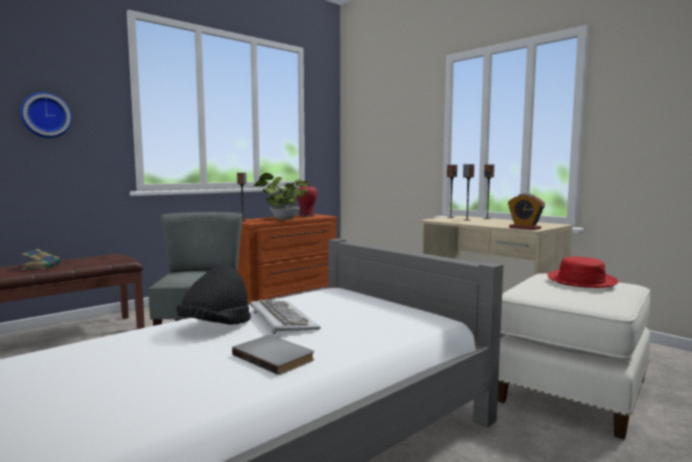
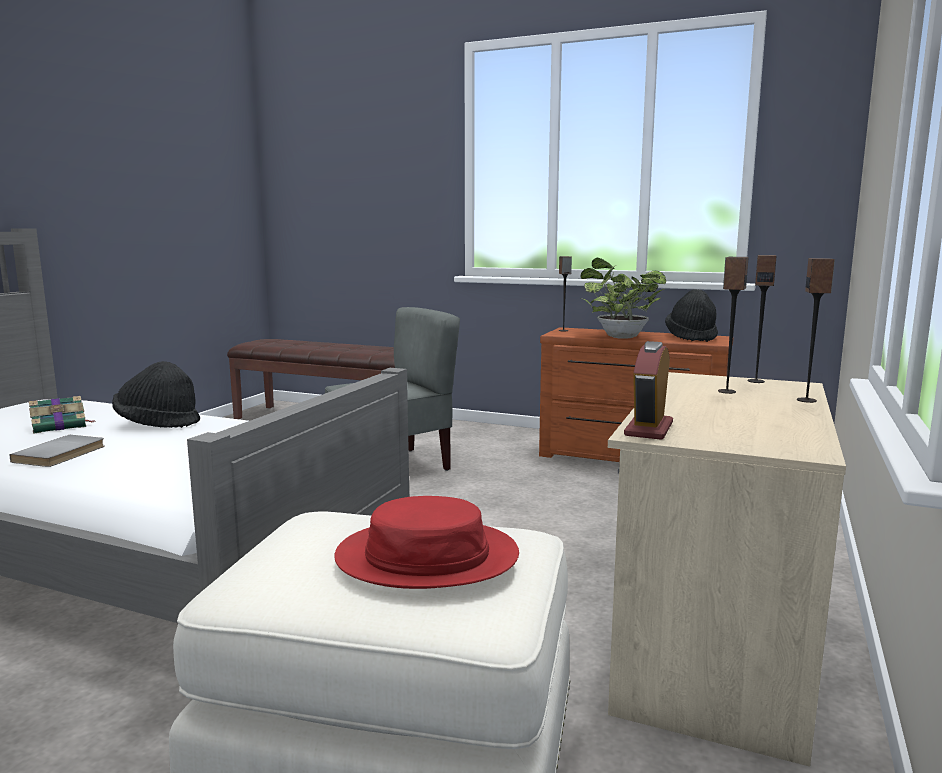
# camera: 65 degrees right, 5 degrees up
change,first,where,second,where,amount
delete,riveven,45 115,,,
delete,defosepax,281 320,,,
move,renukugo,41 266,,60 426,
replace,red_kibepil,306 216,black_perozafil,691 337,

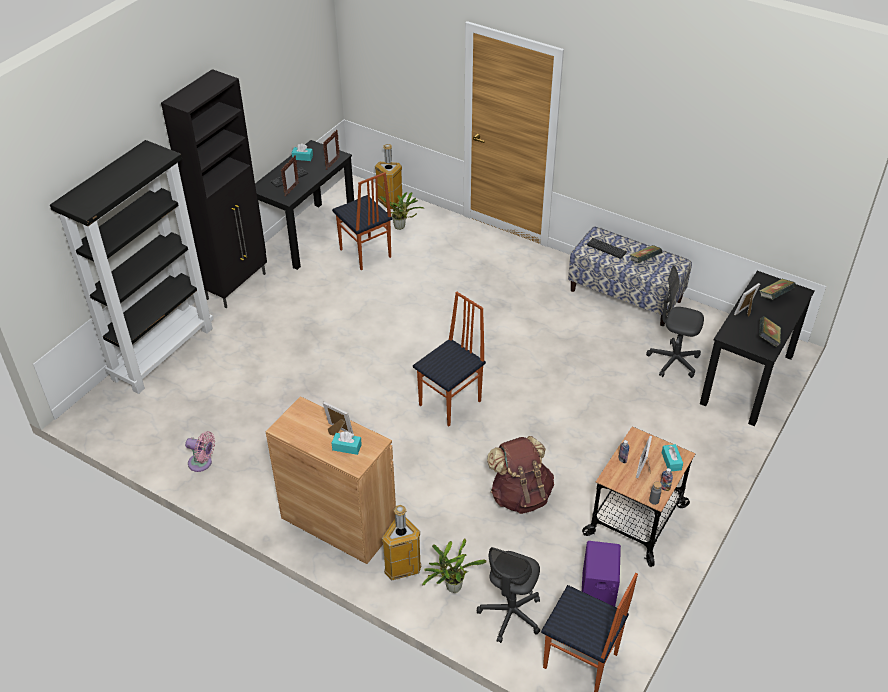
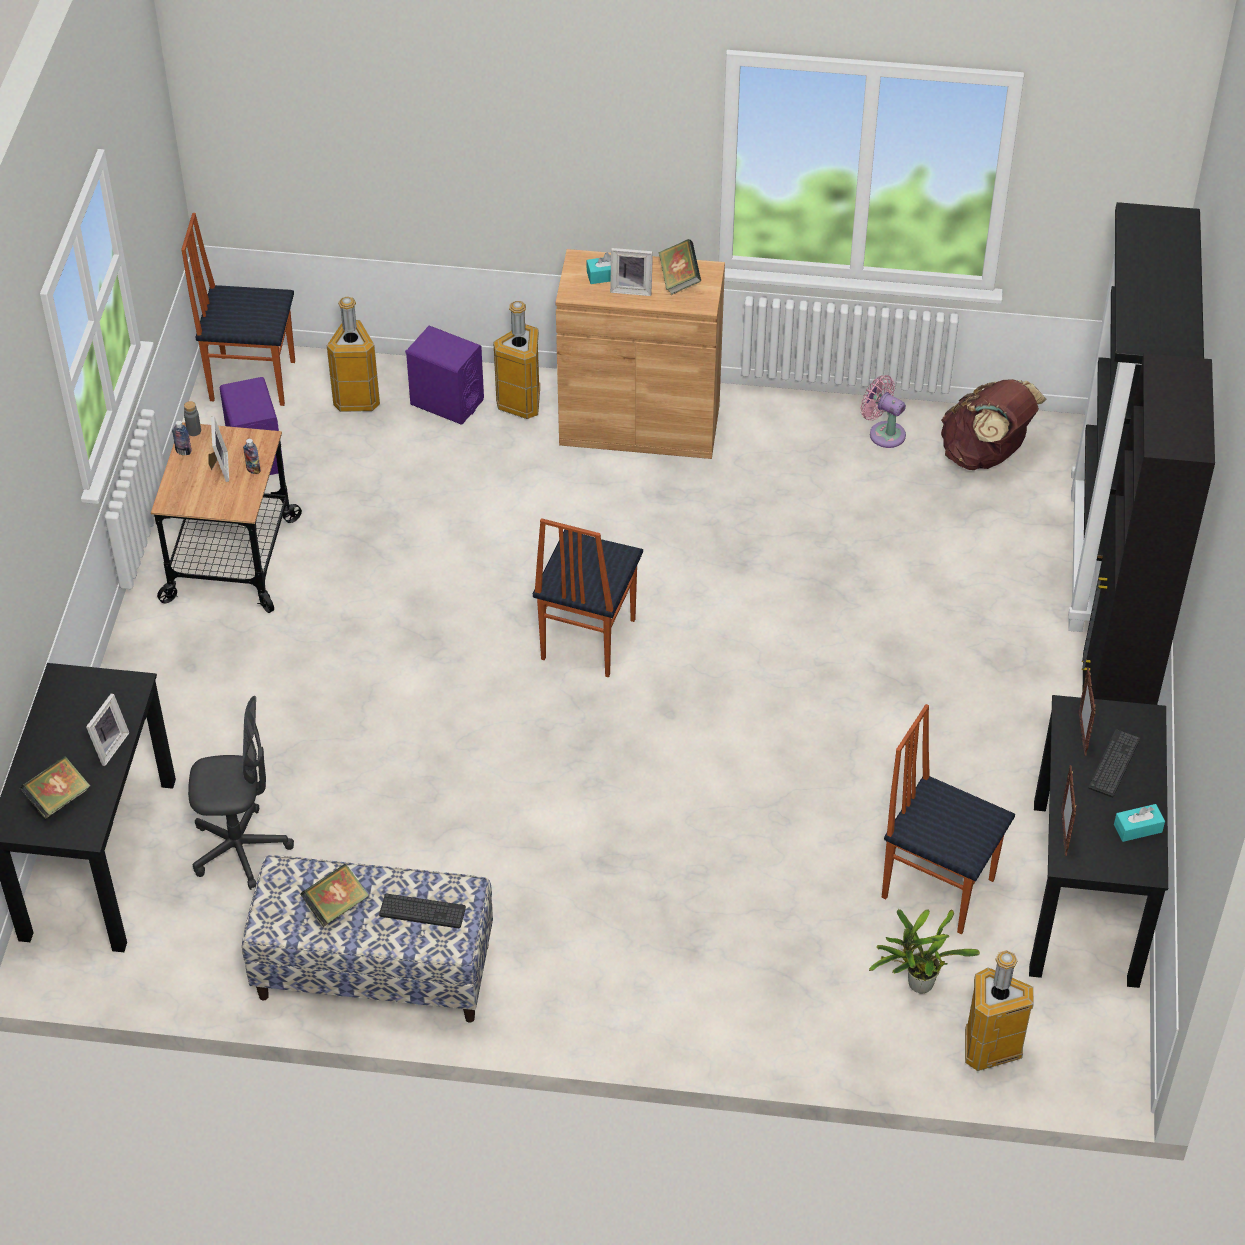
# camera: 155 degrees right, 5 degrees up
change,first,where,second,where,amount
delete,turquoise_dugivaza,671 461,,,
move,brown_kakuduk,520 495,,985 454,
move,renukugo,767 339,,679 279,
replace,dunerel,451 587,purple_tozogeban,446 402,
replace,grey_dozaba,510 615,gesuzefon,357 398,
rotate,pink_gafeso,202 463,,884 433,45 degrees clockwise

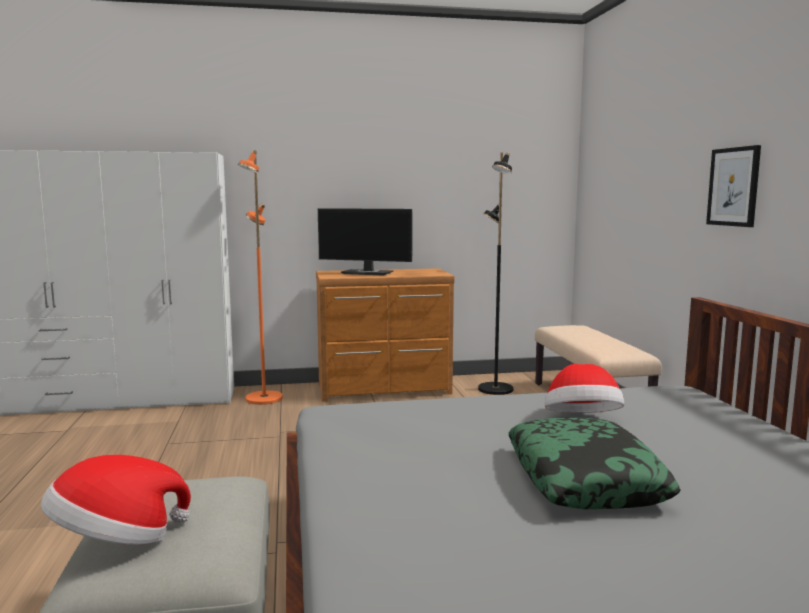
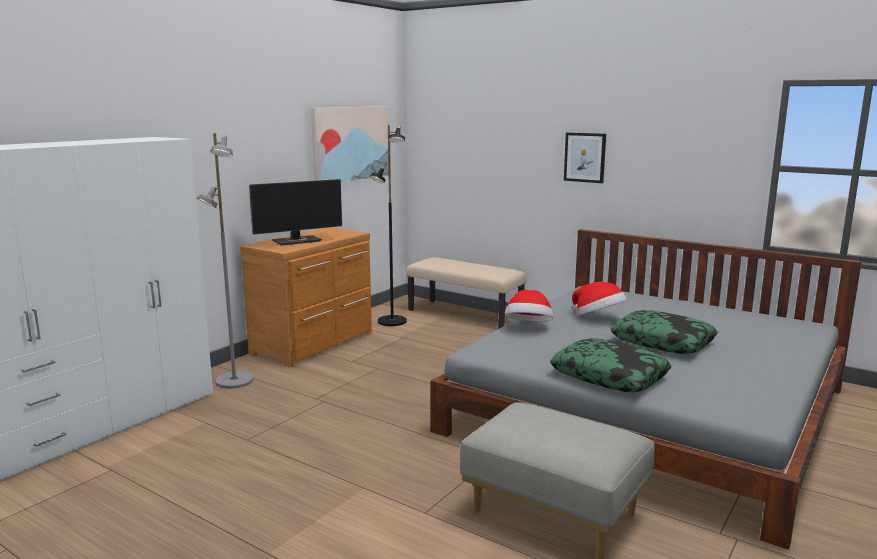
# camera: 45 degrees left, 5 degrees up
change,first,where,second,where,amount
insert,,,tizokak,350 143,
insert,,,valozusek,609 376,
move,perozafil,117 541,,528 327,
recolor,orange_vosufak,263 398,grey_vosufak,233 381,

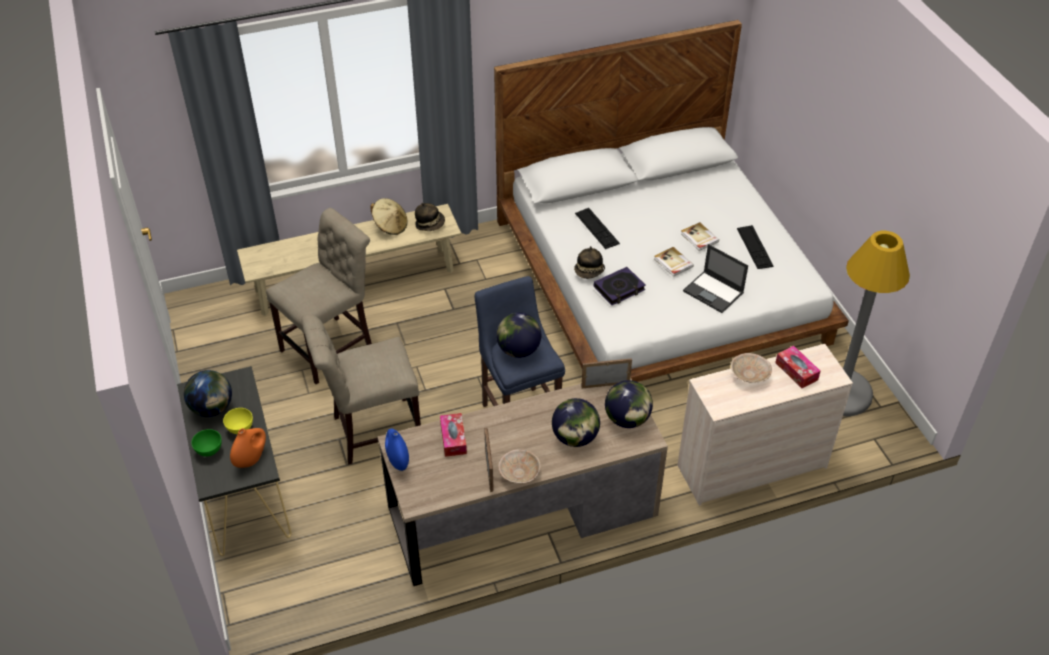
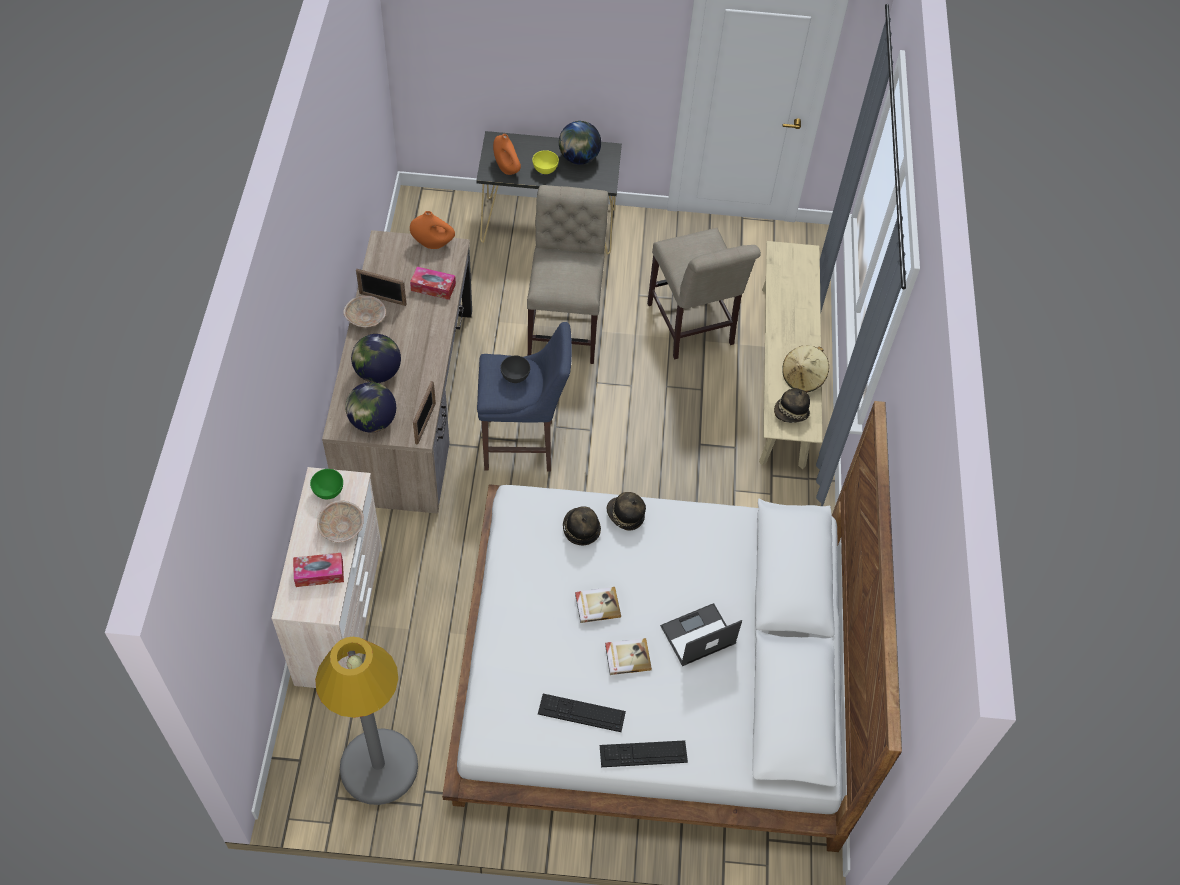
# camera: 110 degrees right, 10 degrees up
change,first,where,second,where,amount
move,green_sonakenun,209 450,,328 491,
move,defosepax,596 228,,643 753,
move,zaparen,714 292,,697 635,
replace,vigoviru,518 350,grey_sonakenun,515 376,
replace,renukugo,619 289,perozafil,580 529,
recolor,blue_kibepil,398 461,orange_kibepil,433 244,

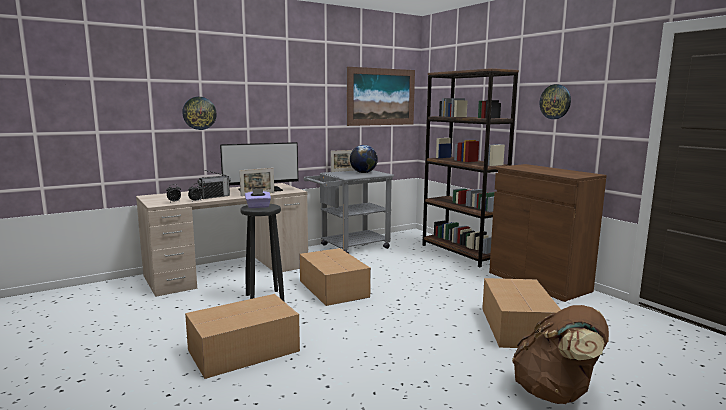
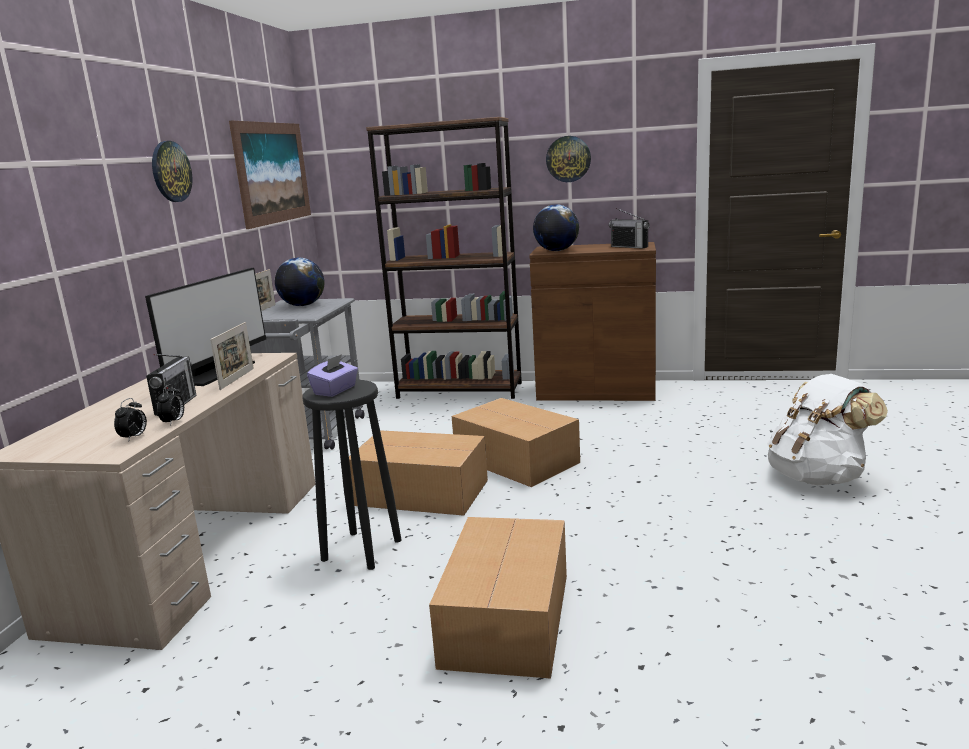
# camera: 45 degrees left, 5 degrees up
change,first,where,second,where,amount
insert,,,vigoviru,556 250,
insert,,,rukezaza,629 247,
move,riveven,199 113,,170 171,
move,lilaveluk,517 328,,516 460,
recolor,brown_kakuduk,556 393,white_kakuduk,817 477,

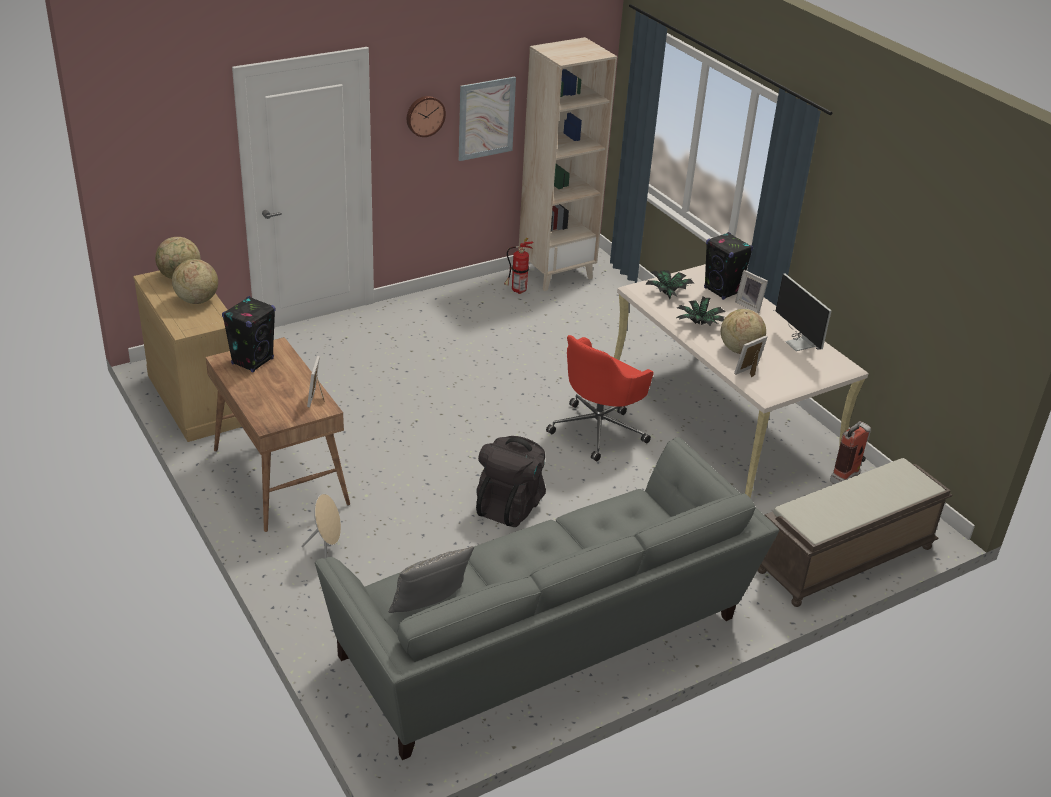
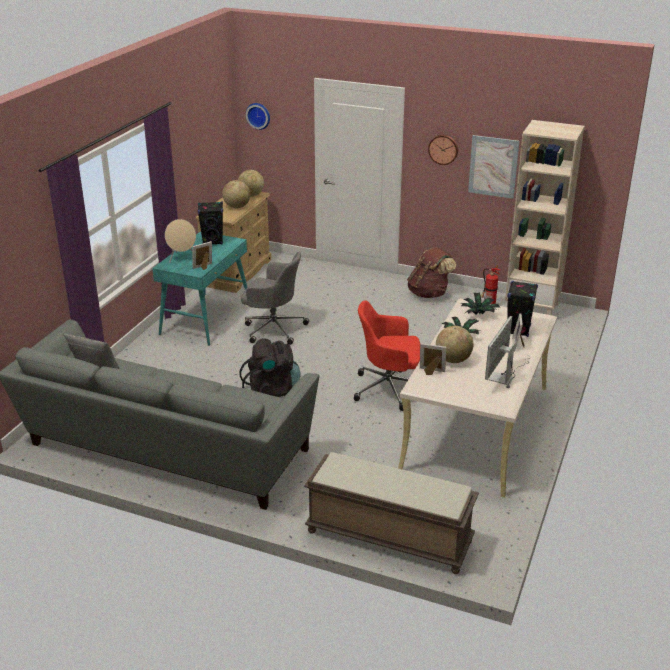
# camera: 55 degrees right, 5 degrees down
change,first,where,second,where,amount
delete,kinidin,847 478,,,
insert,,,grey_dozaba,273 328,
insert,,,riveven,258 115,
insert,,,brown_kakuduk,429 293,
move,beige_tozogeban,326 549,,182 258,
recolor,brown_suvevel,279 477,turquoise_suvevel,206 319,

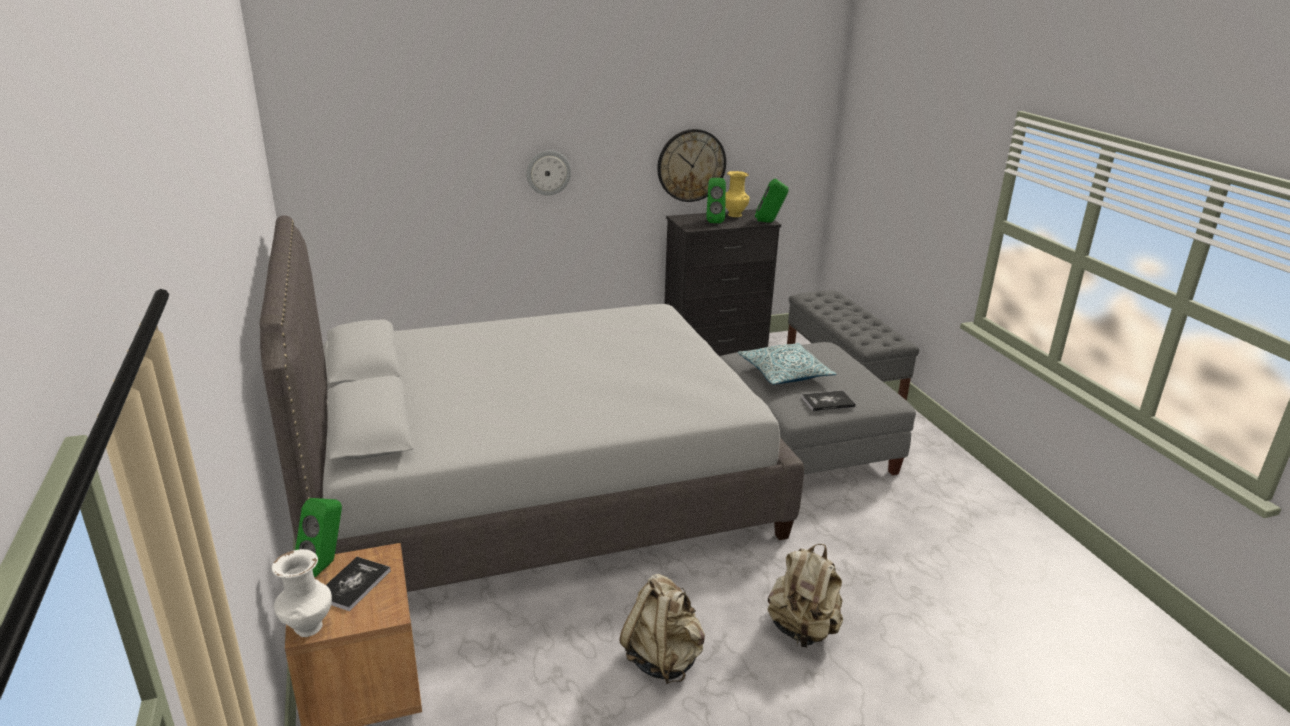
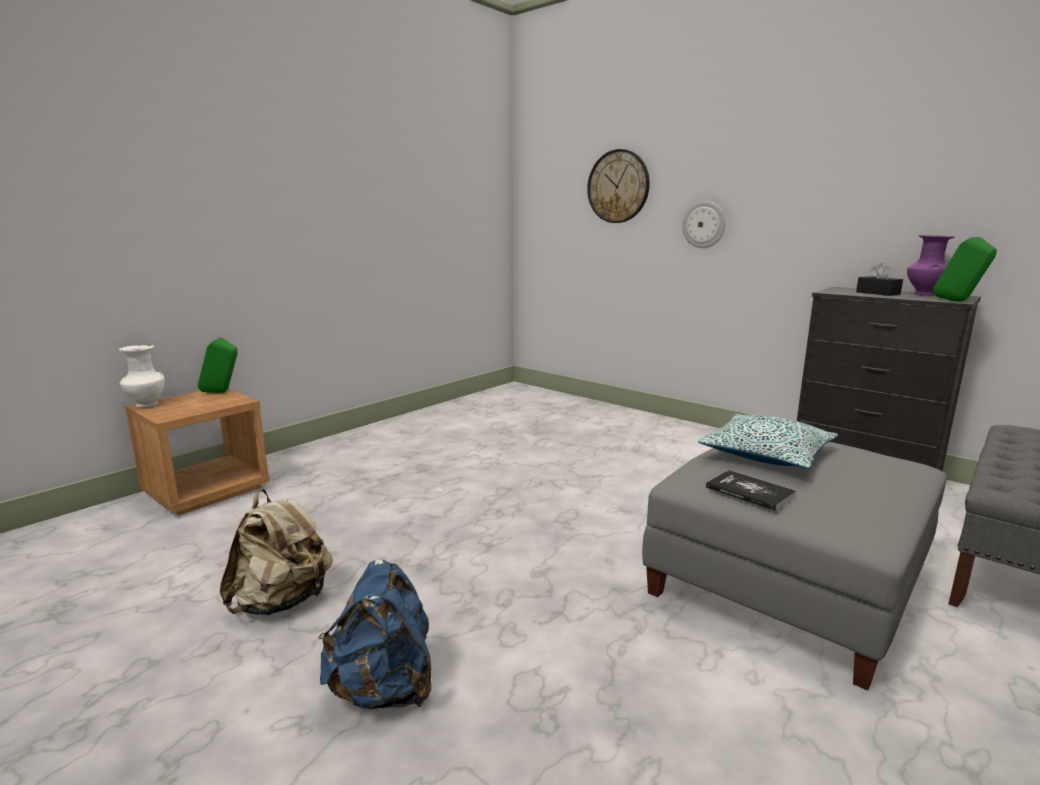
# camera: 60 degrees right, 10 degrees down
change,first,where,second,where,amount
delete,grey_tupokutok,535 488,,,
delete,renukugo,353 584,,,
move,riveven,691 165,,618 186,
replace,green_tozogeban,714 221,black_dugivaza,877 293,
recolor,yellow_kibepil,734 215,purple_kibepil,924 294,
recolor,beige_kakuduk,803 630,blue_kakuduk,384 689,

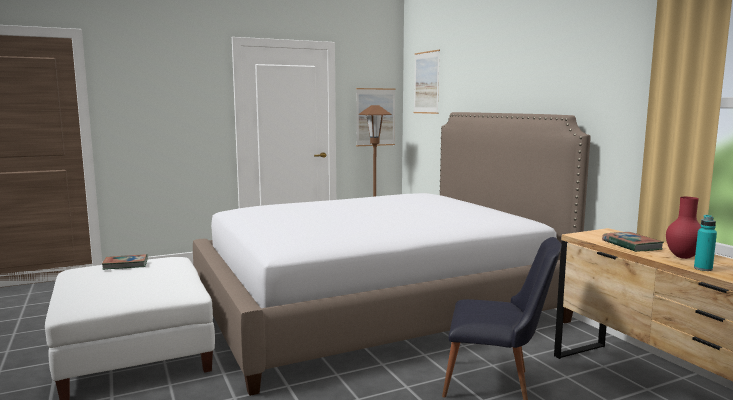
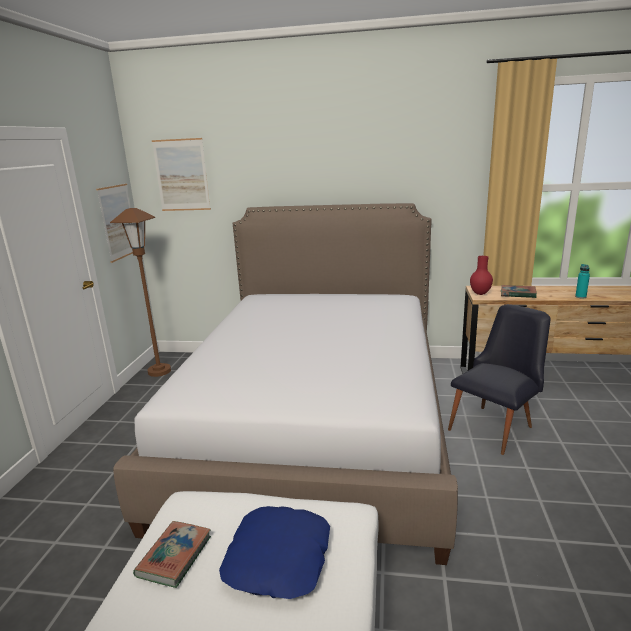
# camera: 55 degrees left, 10 degrees up
change,first,where,second,where,amount
insert,,,blue_valozusek,279 559,
move,red_kibepil,682 257,,479 294,

